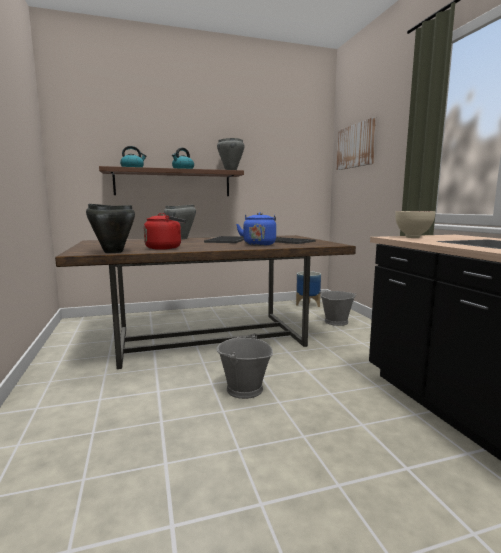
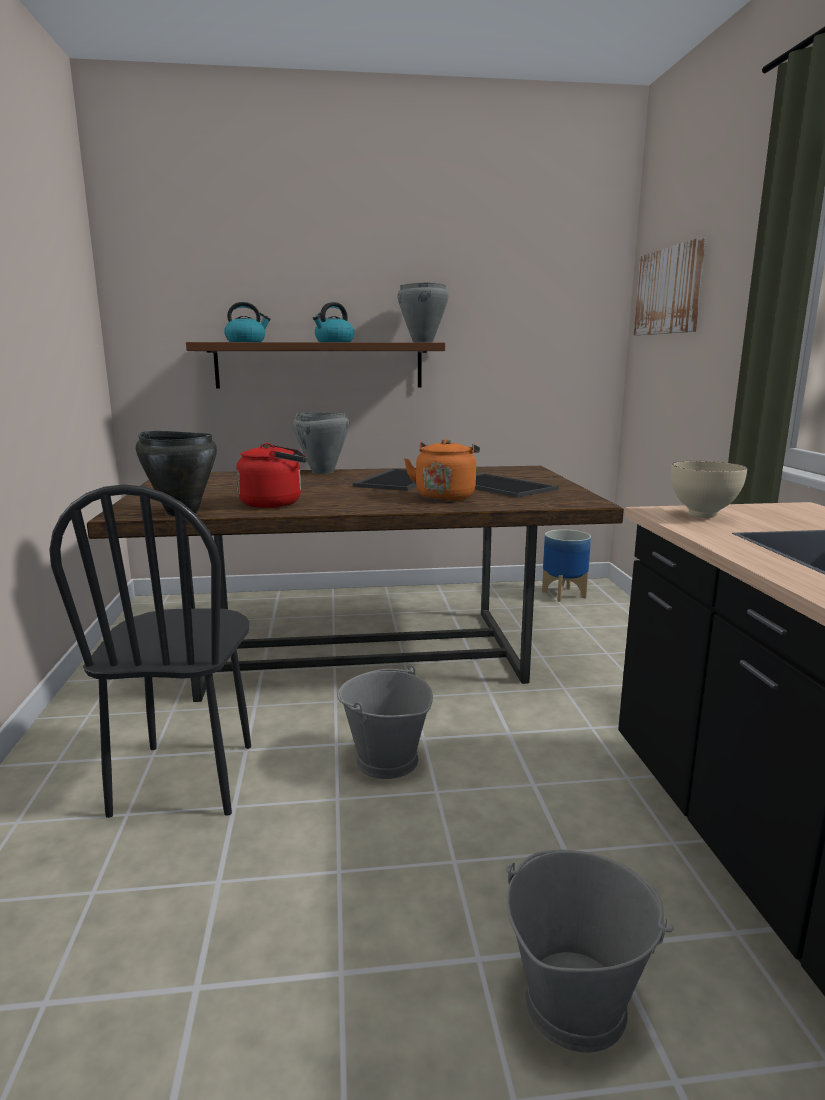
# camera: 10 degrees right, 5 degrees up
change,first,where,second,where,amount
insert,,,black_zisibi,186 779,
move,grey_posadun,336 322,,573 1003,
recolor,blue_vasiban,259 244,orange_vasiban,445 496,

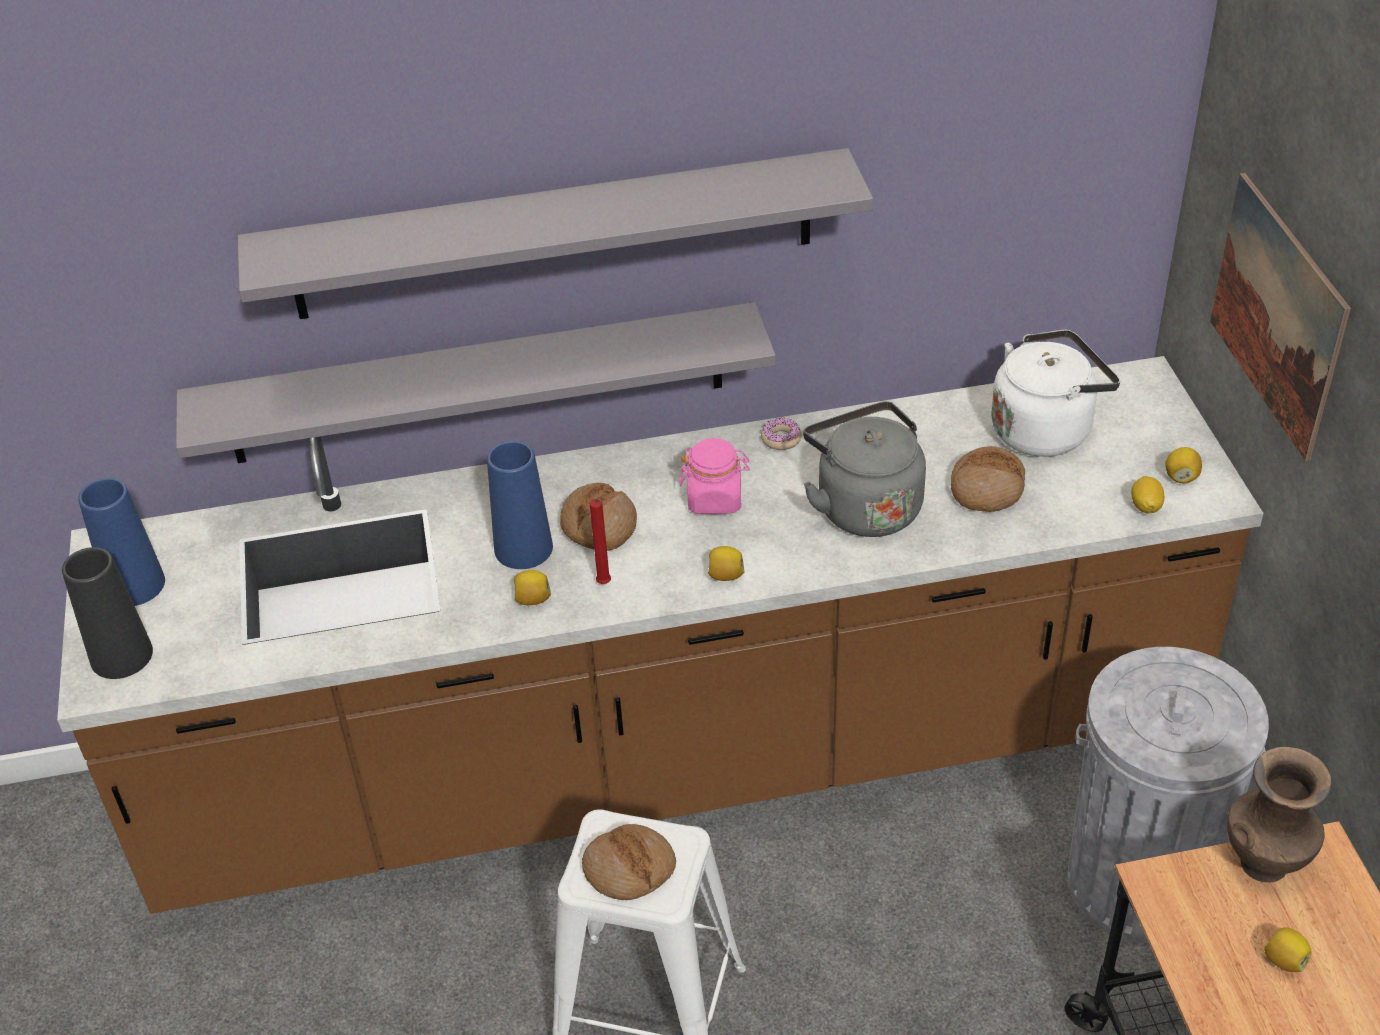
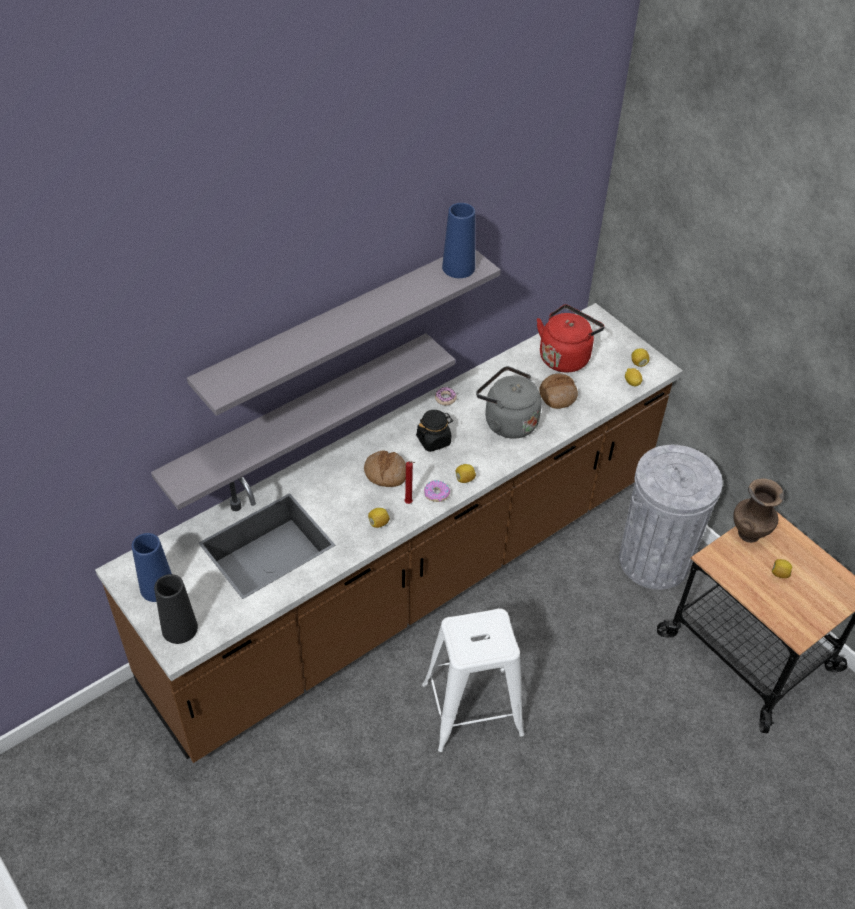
# camera: 30 degrees left, 5 degrees up
change,first,where,second,where,amount
delete,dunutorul,629 869,,,
delete,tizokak,1277 314,,,
insert,,,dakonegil,436 494,
move,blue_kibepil,523 548,,458 267,
recolor,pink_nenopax,715 499,black_nenopax,434 440,
recolor,white_vasiban,1045 429,red_vasiban,565 356,

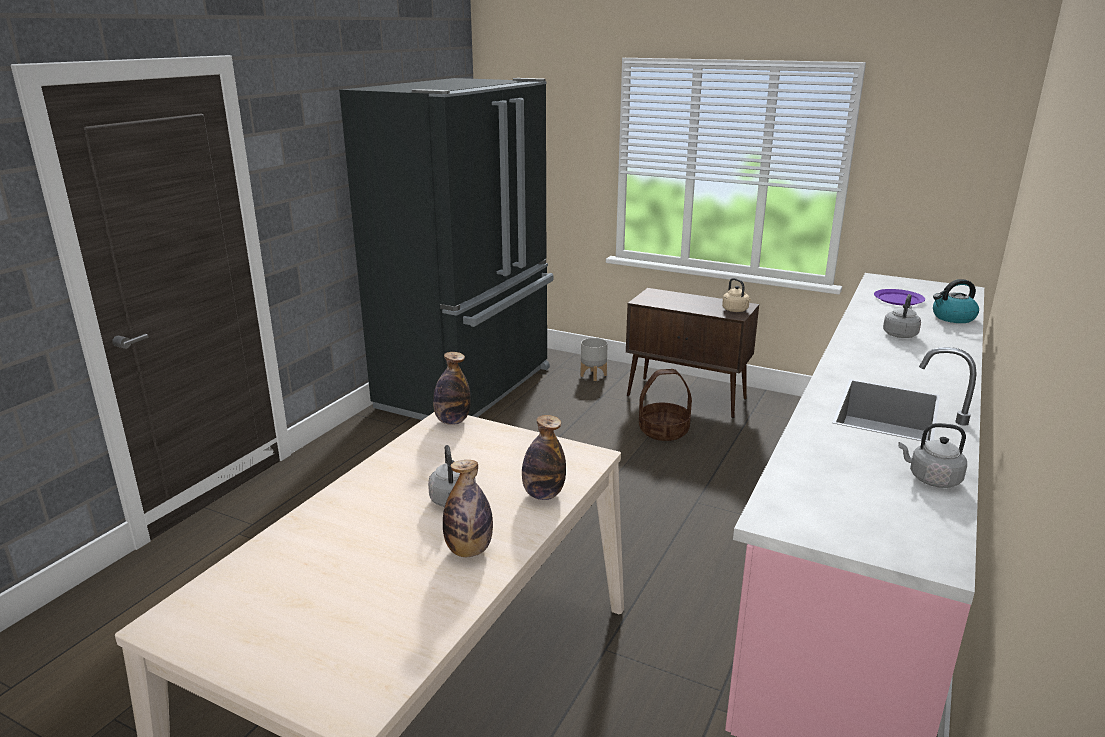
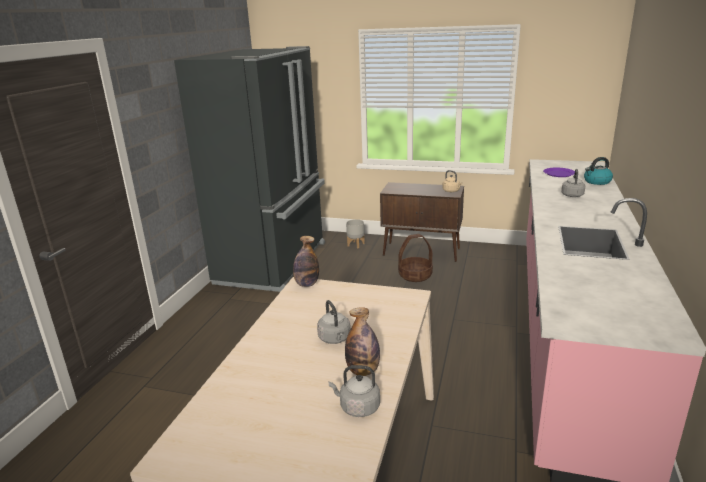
# camera: 10 degrees left, 0 degrees up
change,first,where,second,where,amount
delete,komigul,543 494,,,
move,grey_vasiban,931 479,,357 407,

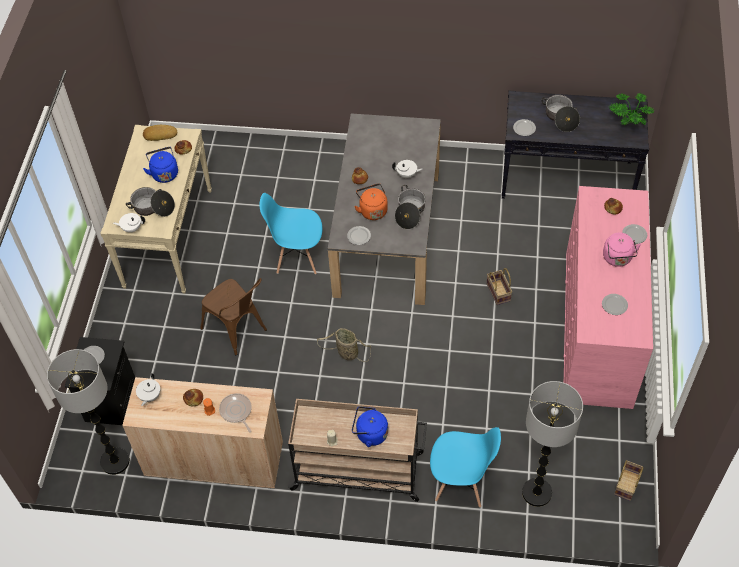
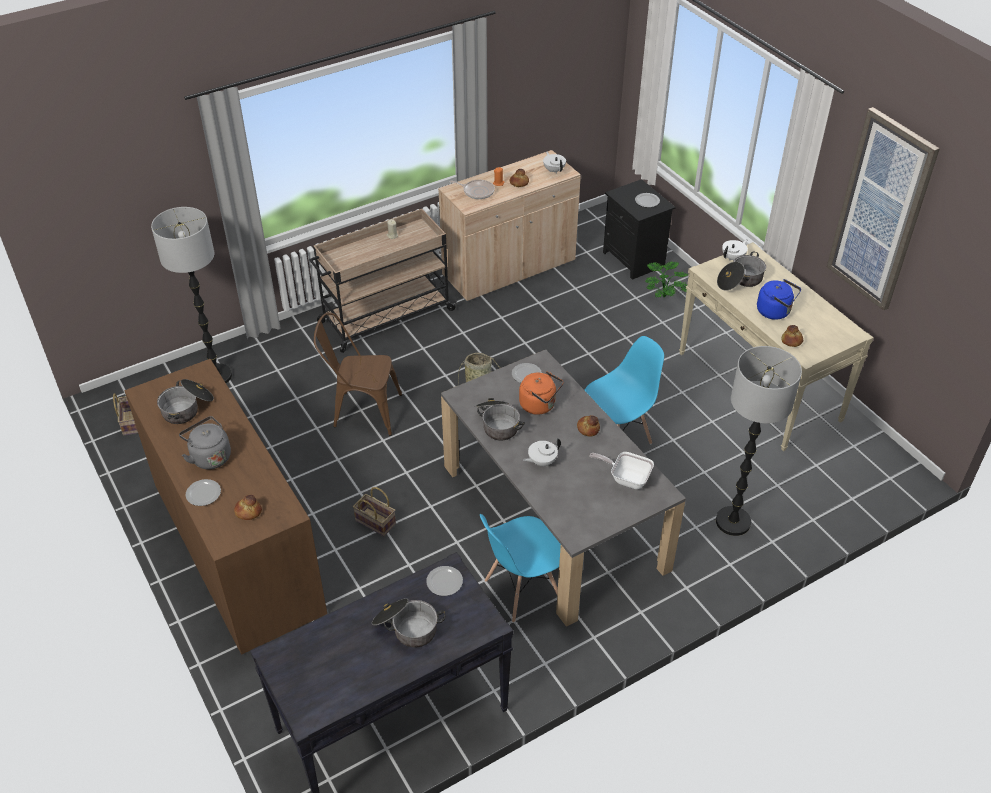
# camera: 140 degrees right, 10 degrees down
change,first,where,second,where,amount
delete,dunutorul,160 134,,,
delete,blue_vasiban,370 434,,,
insert,,,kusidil,626 478,
insert,,,tizokak,880 211,
move,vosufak,115 461,,733 522,
move,brown_zisibi,238 331,,361 411,
move,blue_zisibi,461 483,,522 590,
move,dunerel,628 122,,665 295,
replace,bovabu,614 305,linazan,187 408,
recolor,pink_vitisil,598 327,brown_vitisil,237 547,
recolor,pink_vasiban,617 259,grey_vasiban,209 456,

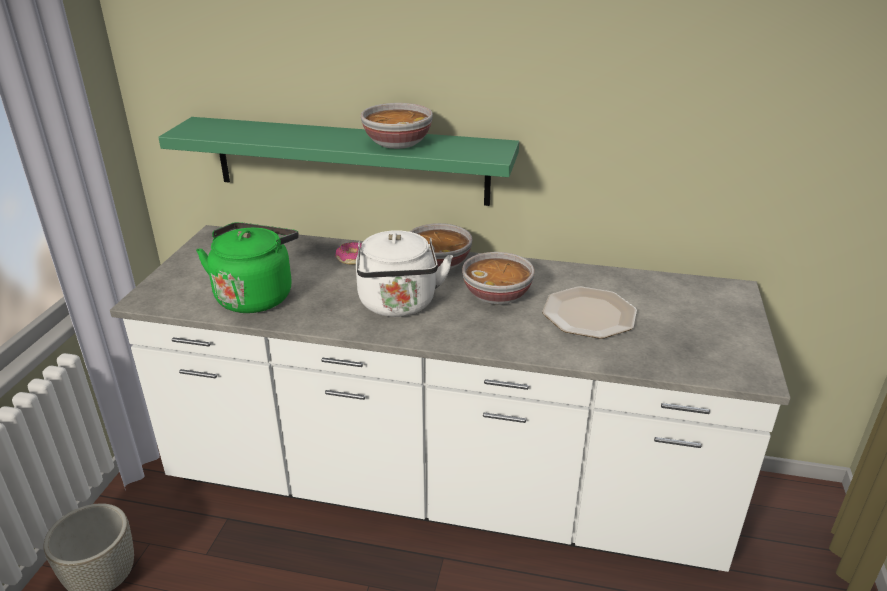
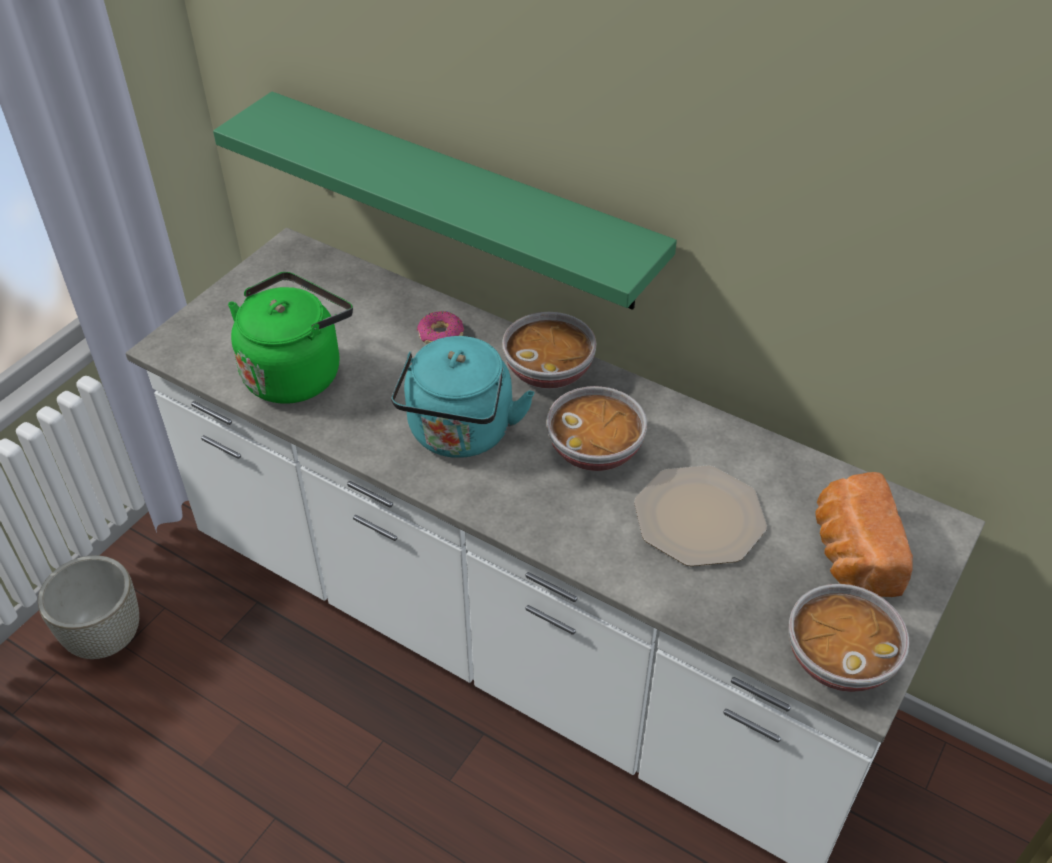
# camera: 20 degrees right, 15 degrees up
change,first,where,second,where,amount
insert,,,dunutorul,851 554,
move,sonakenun,397 143,,838 658,
recolor,white_vasiban,399 305,turquoise_vasiban,460 435,

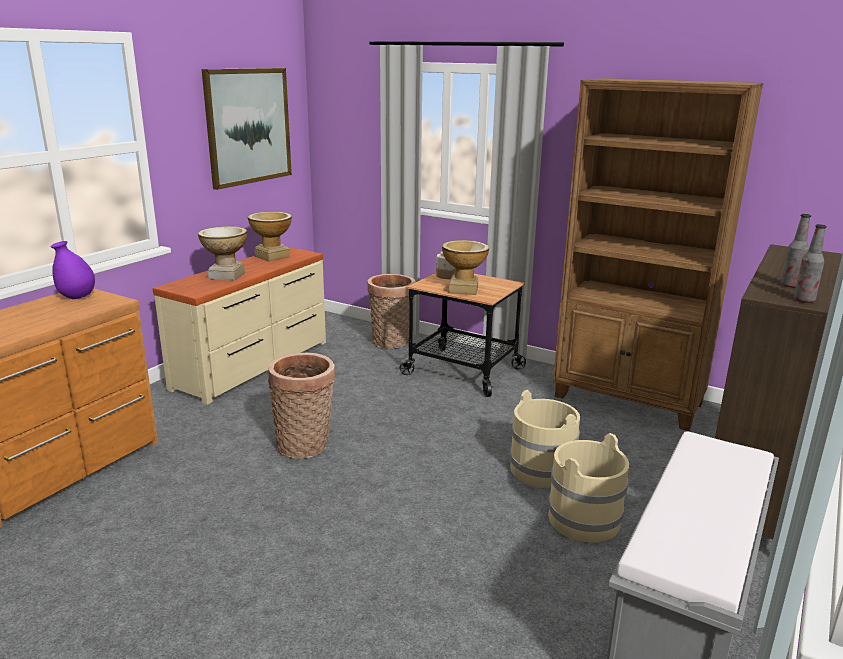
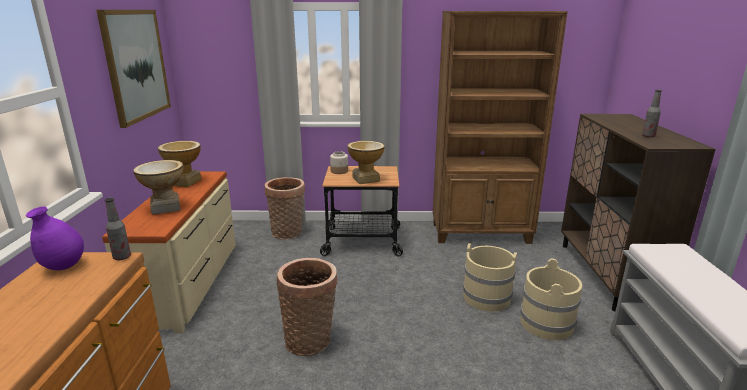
# camera: 30 degrees left, 0 degrees up
change,first,where,second,where,amount
move,komigul,804 300,,122 257,

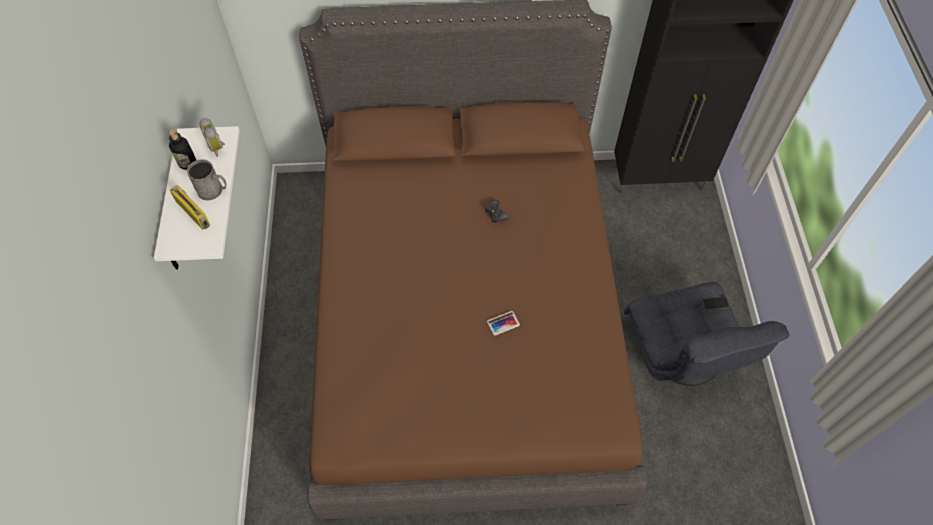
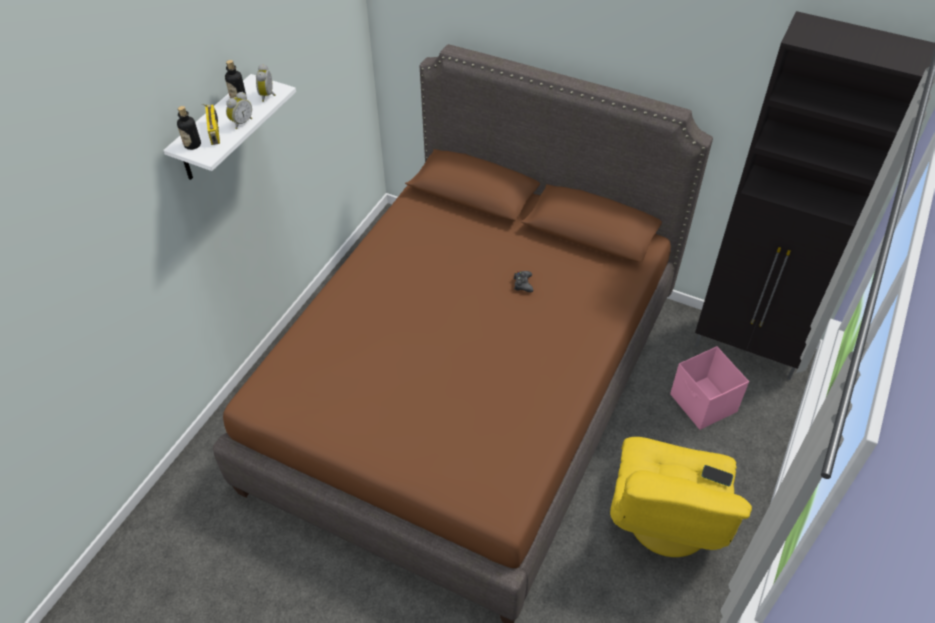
# camera: 30 degrees right, 10 degrees down
change,first,where,second,where,amount
delete,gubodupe,503 323,,,
insert,,,komigul,192 145,
insert,,,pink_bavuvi,703 404,
replace,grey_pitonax,213 190,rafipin,241 122,
recolor,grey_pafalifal,683 353,yellow_pafalifal,666 519,

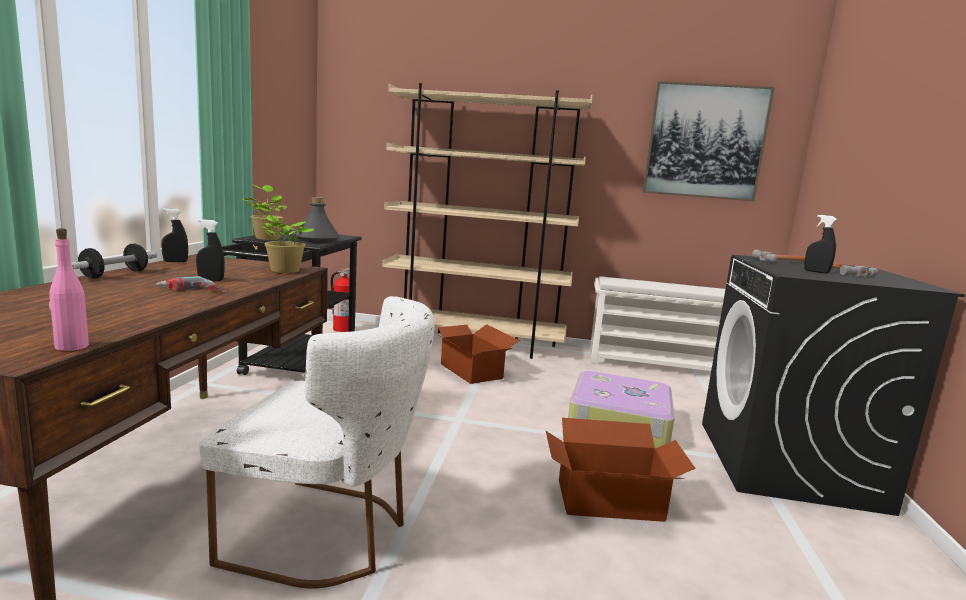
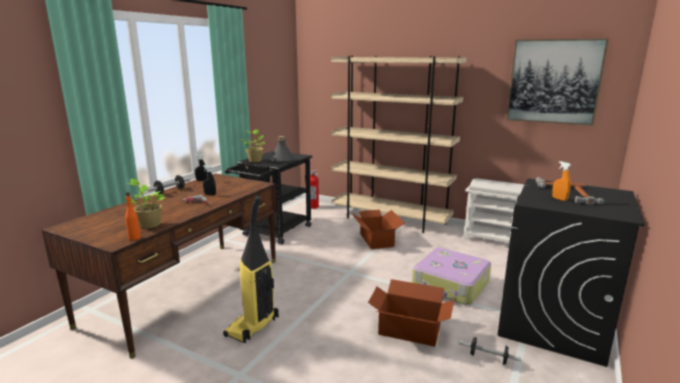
# camera: 20 degrees right, 5 degrees up
change,first,where,second,where,amount
insert,,,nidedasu,488 358,
move,dunerel,283 270,,149 224,
replace,white_zisibi,330 535,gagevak,252 327,
recolor,pink_komigul,71 347,orange_komigul,134 238,
recolor,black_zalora,816 272,orange_zalora,559 199,

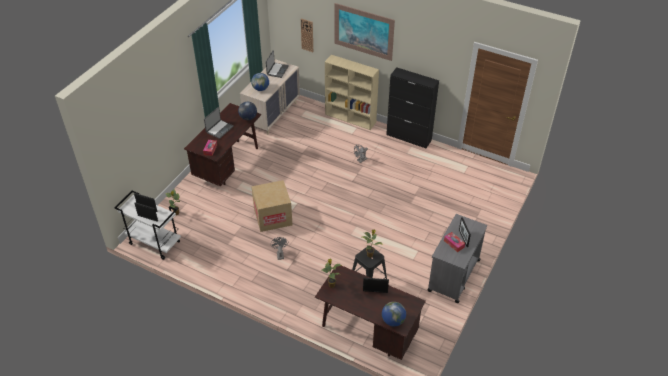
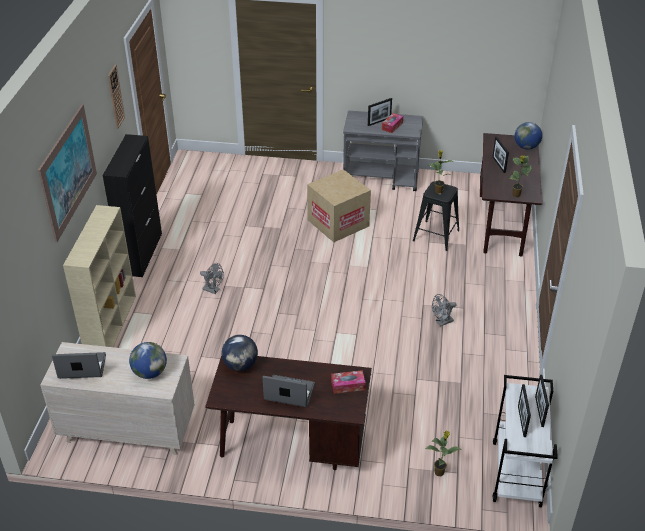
# camera: 110 degrees left, 5 degrees down
change,first,where,second,where,amount
move,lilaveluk,273 217,,338 223,
move,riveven,307 35,,115 97,

